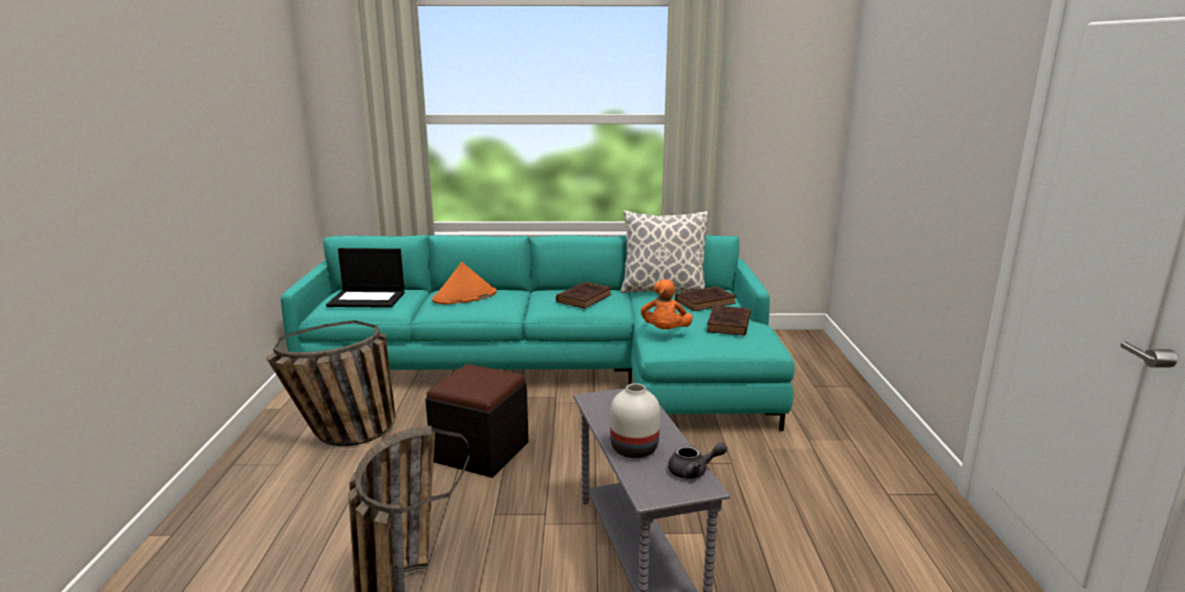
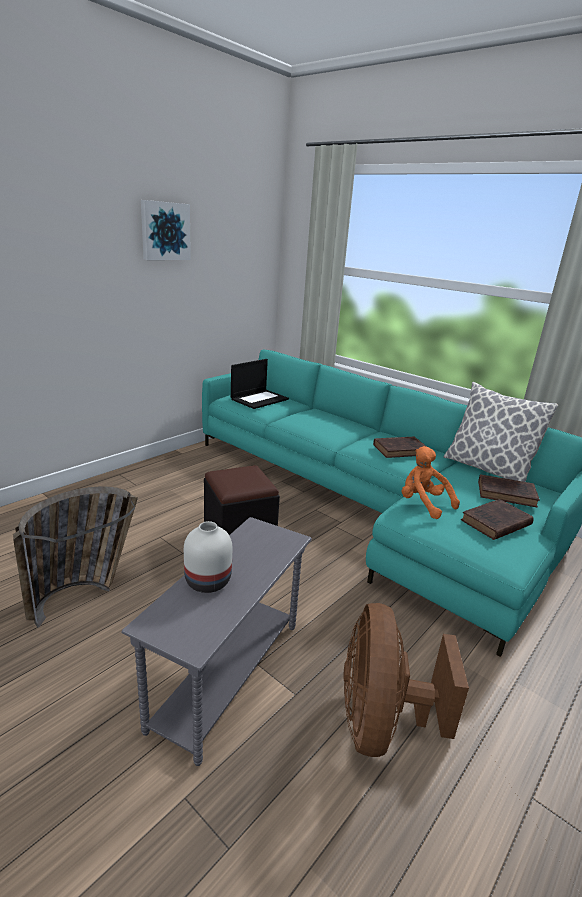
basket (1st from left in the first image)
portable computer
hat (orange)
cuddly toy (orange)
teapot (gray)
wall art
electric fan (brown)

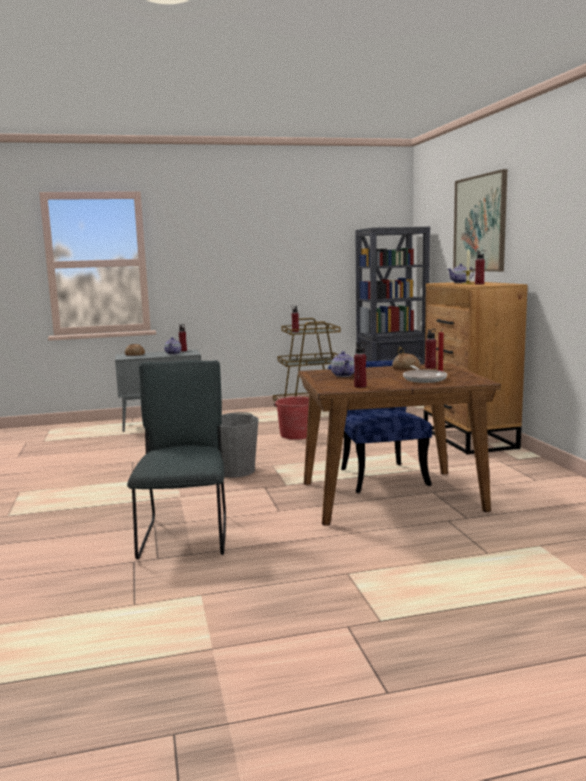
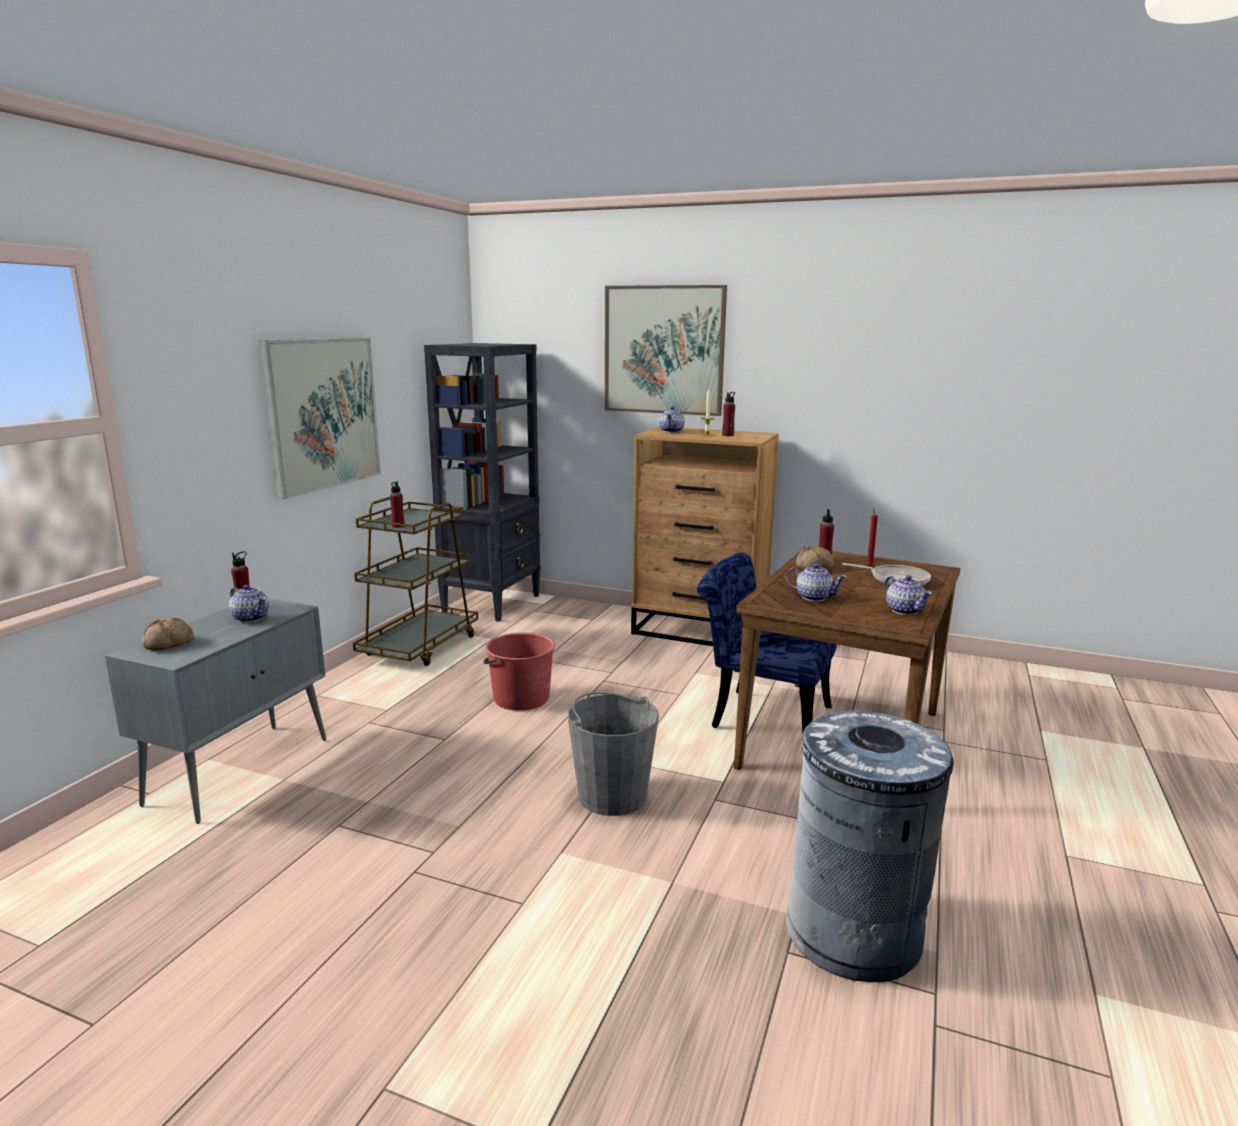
waste bin (gray)
teapot (4th from left)
wall art (1st from left)

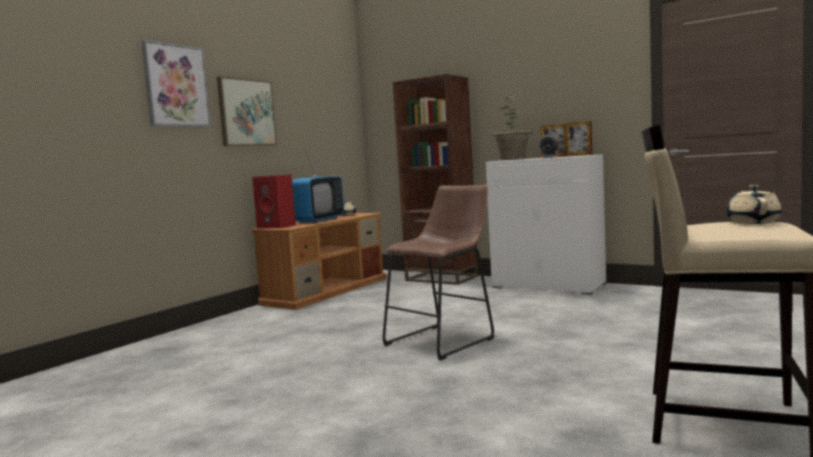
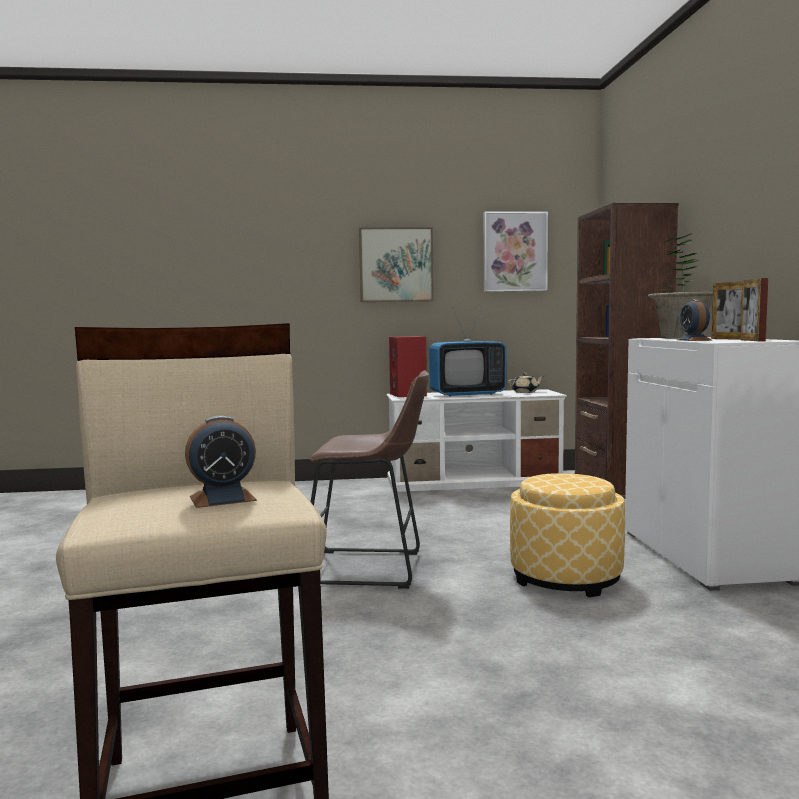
wall art (2nd from left)
media console (white-coloured)
alarm clock (1st from left)
footrest

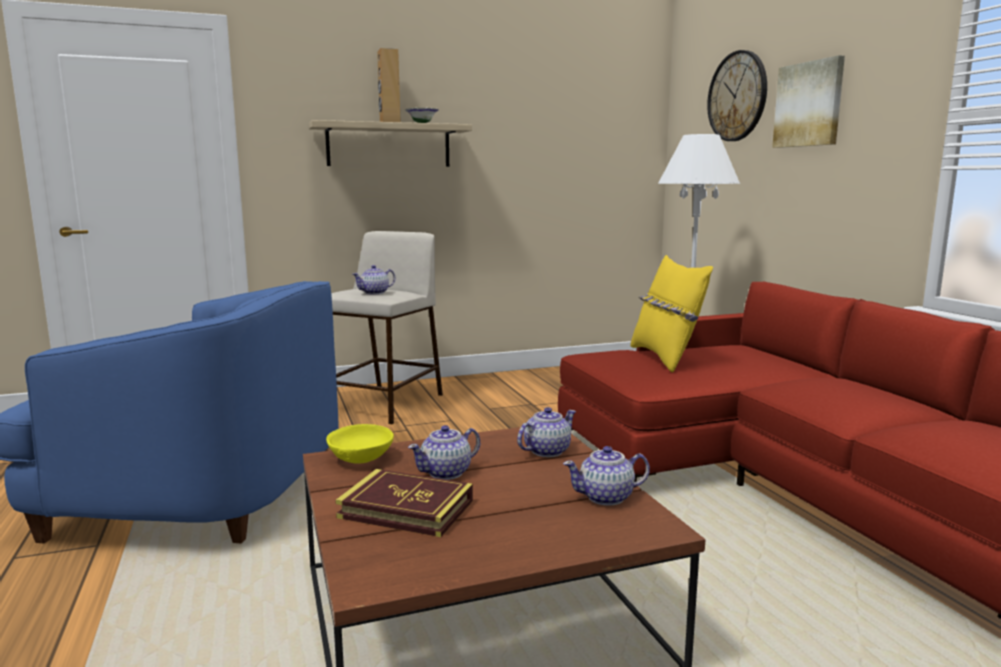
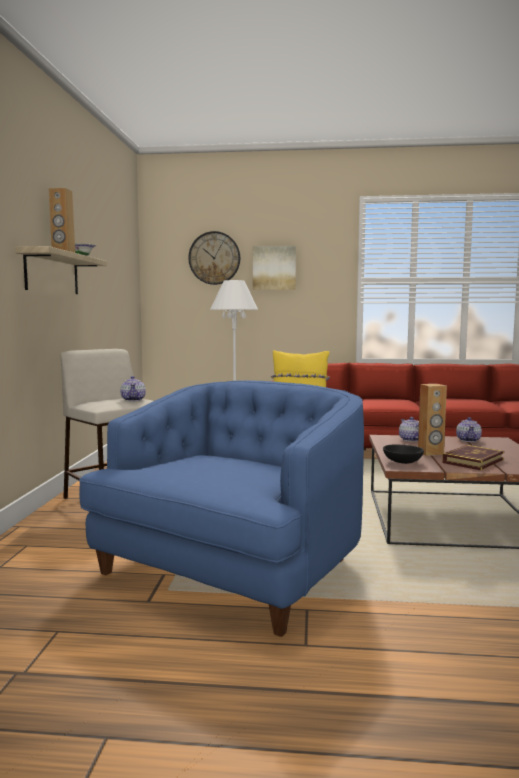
bowl (blackish)
speaker (brown) (2nd from left)

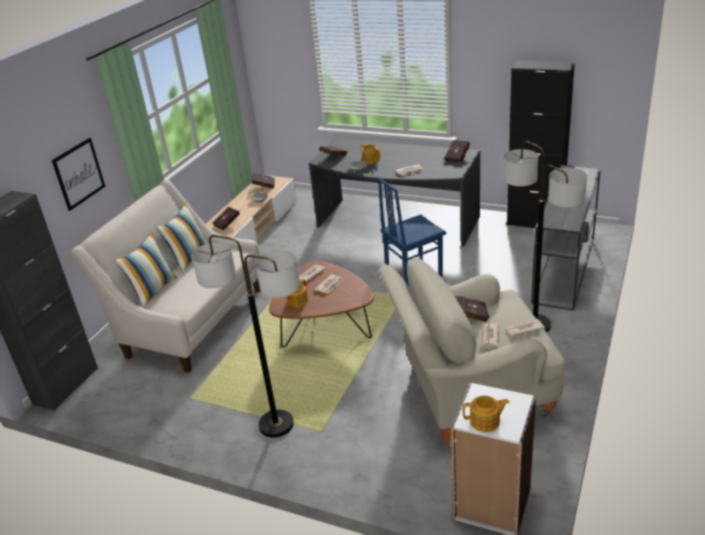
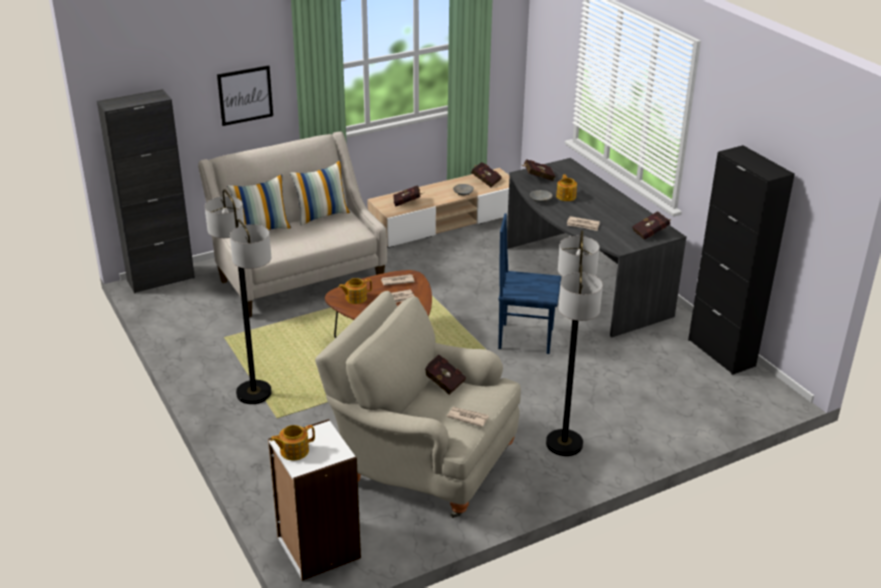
teapot (1st from left)
daily paper (4th from left in the first image)
hall table (gray)

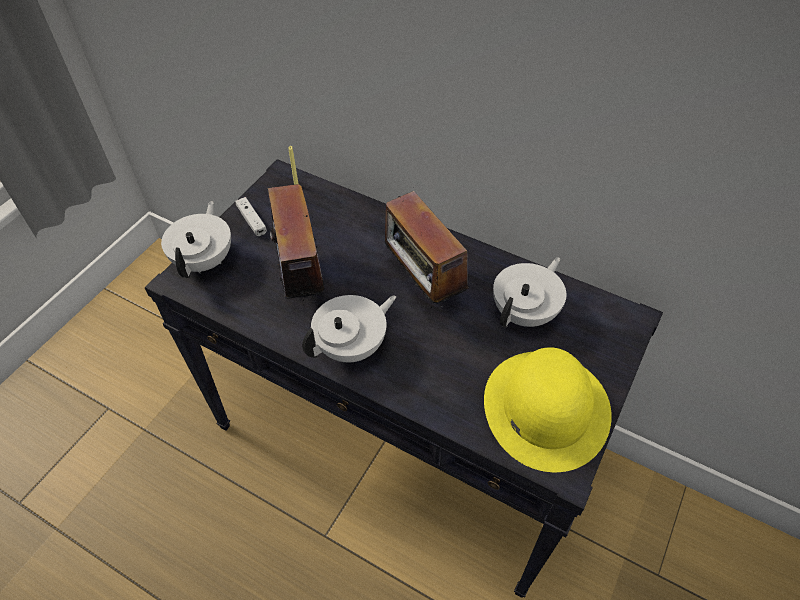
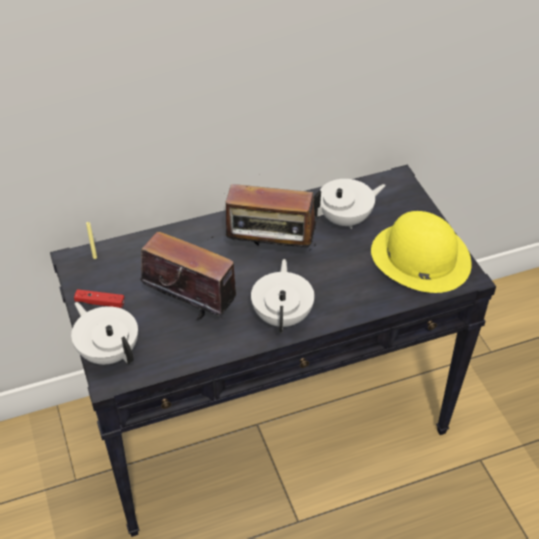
gamepad (red)
teapot (white-coloured) (3rd from left)

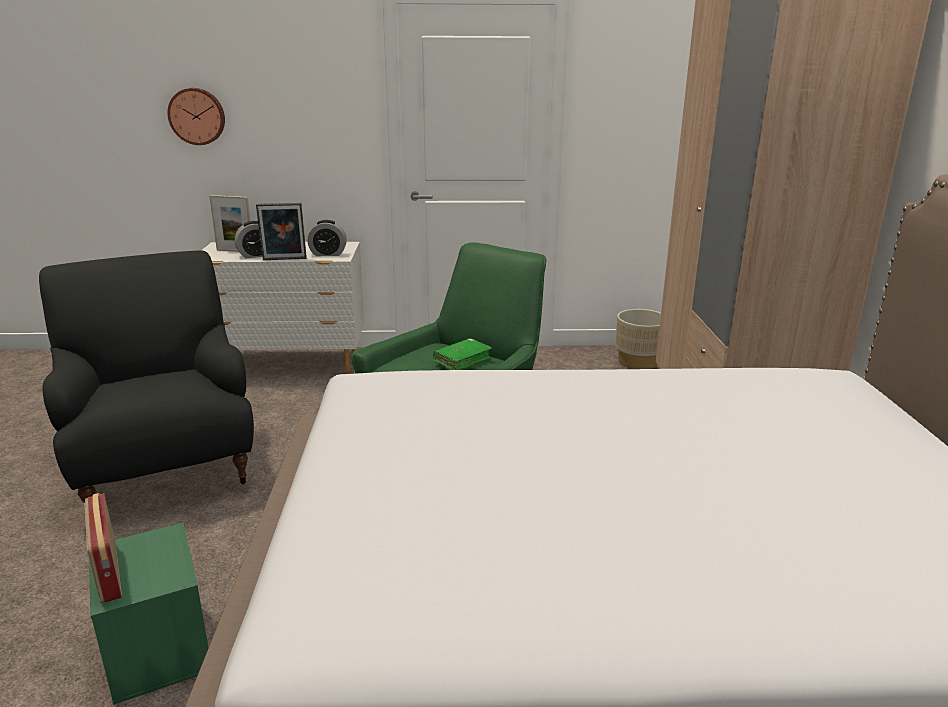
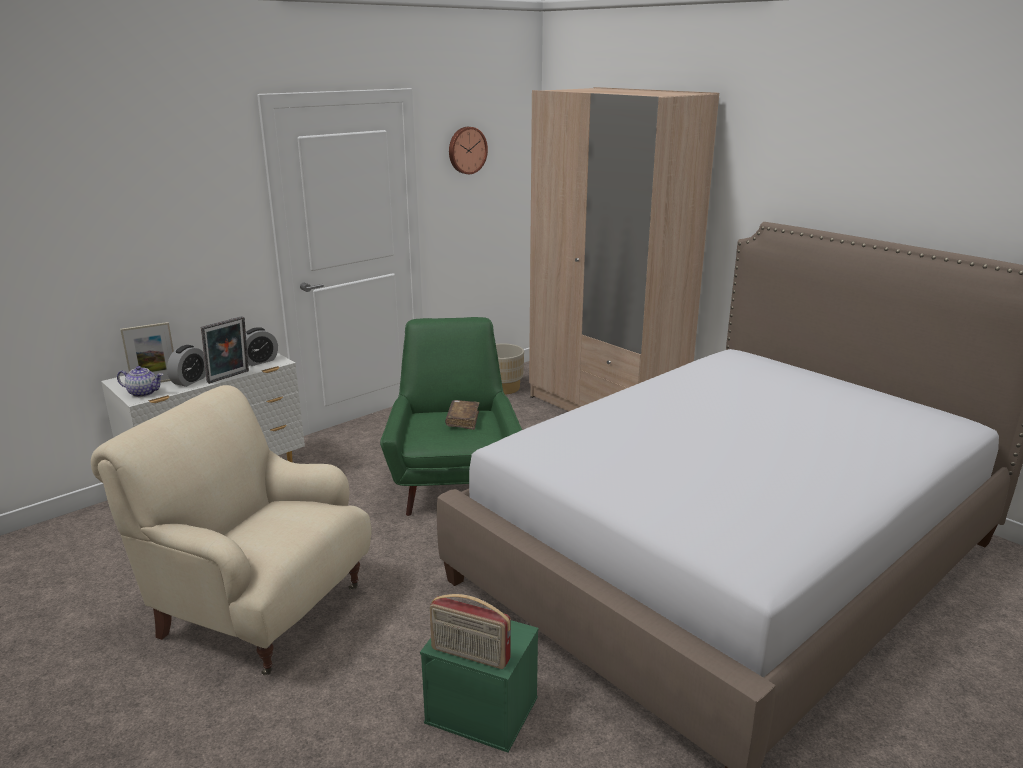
armchair (beige)
hanging clock
volume (brown)
teapot

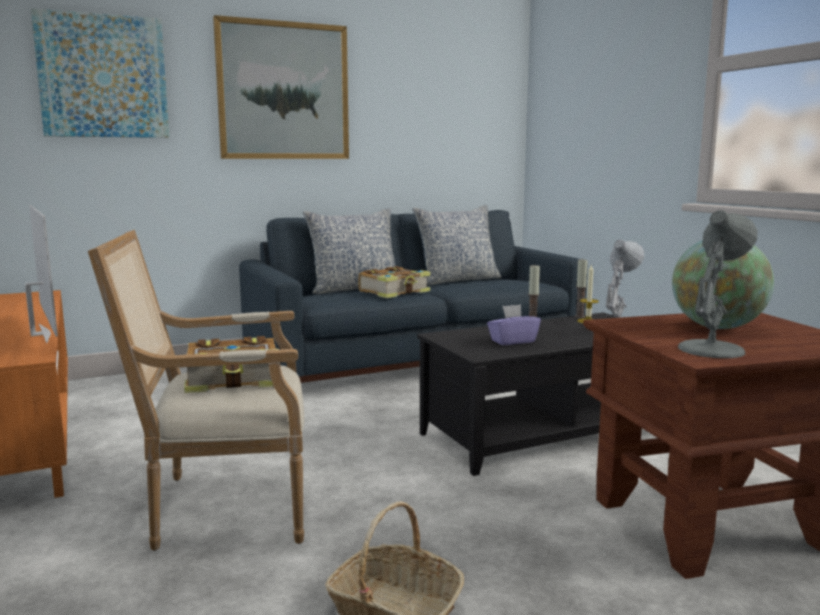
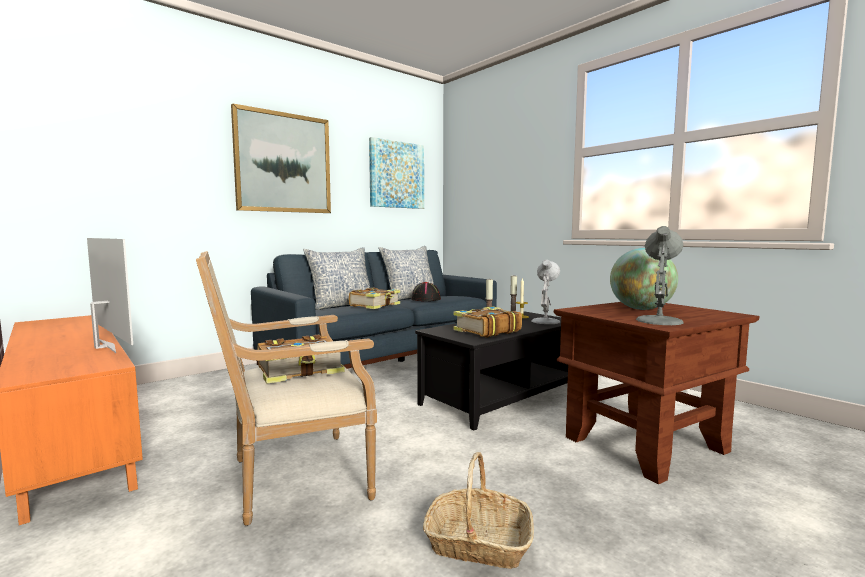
wall art (2nd from left)
volume (3rd from left)
hat (blackish)

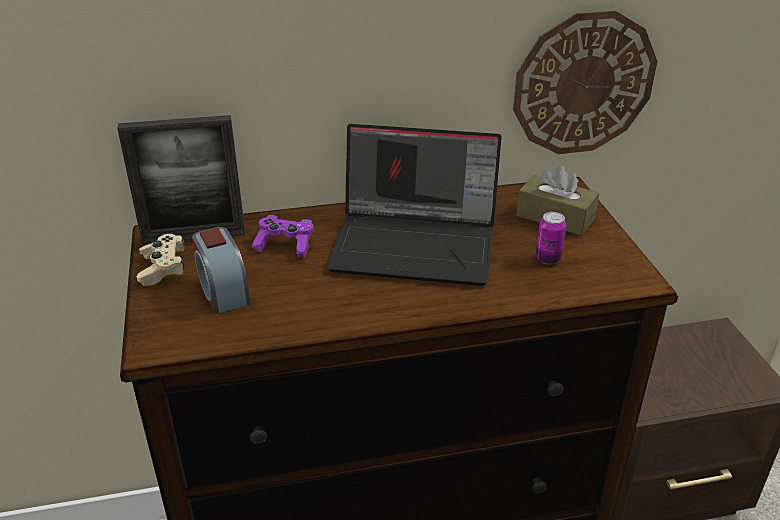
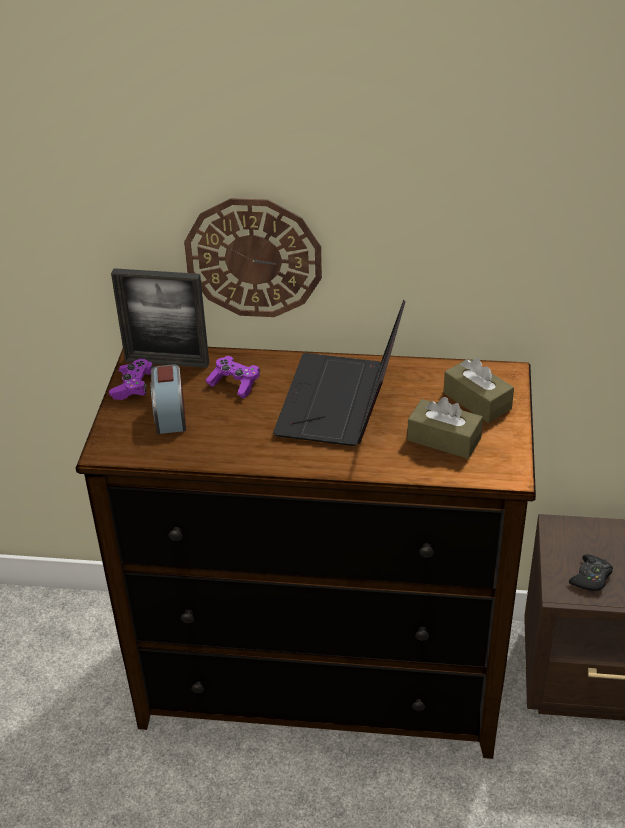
gamepad (purple) (1st from left)
portable computer
hanging clock
tissue box (brown) (1st from left)
gamepad (blackish)

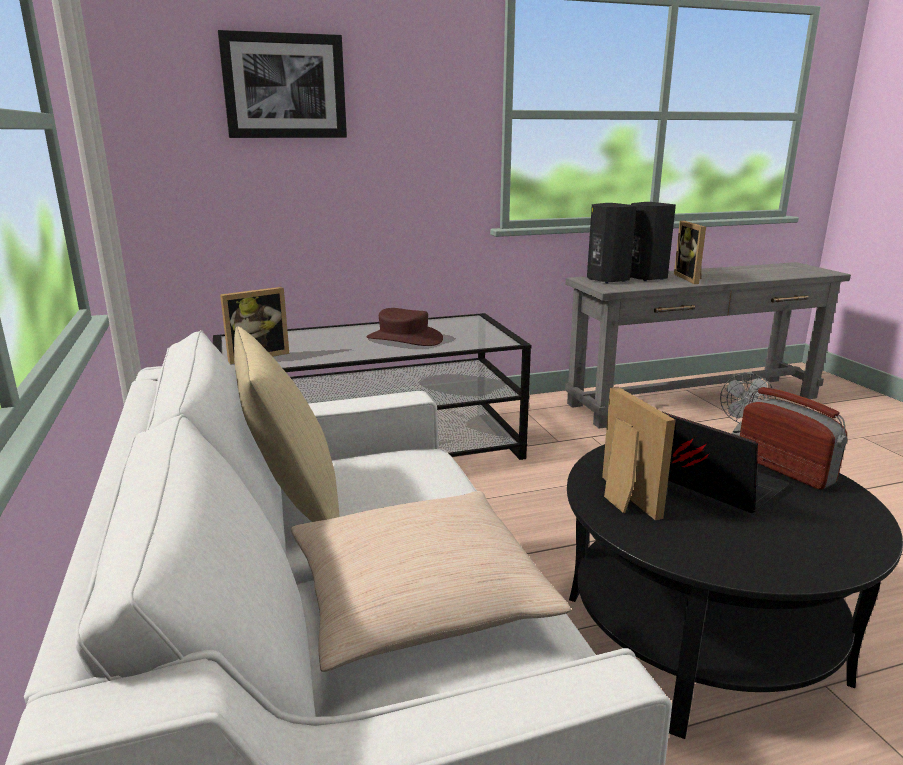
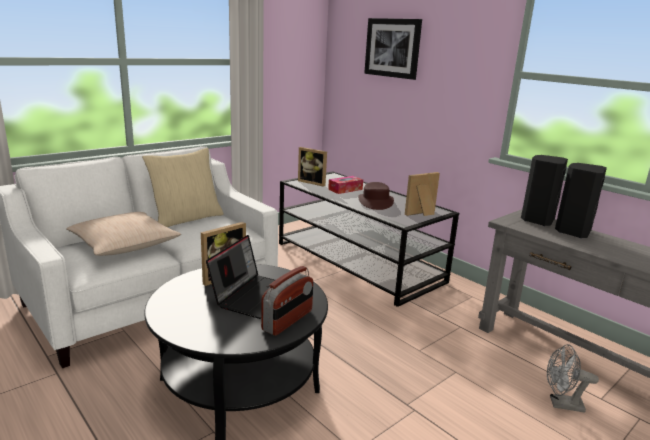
standing frame (3rd from left)
tissue box

